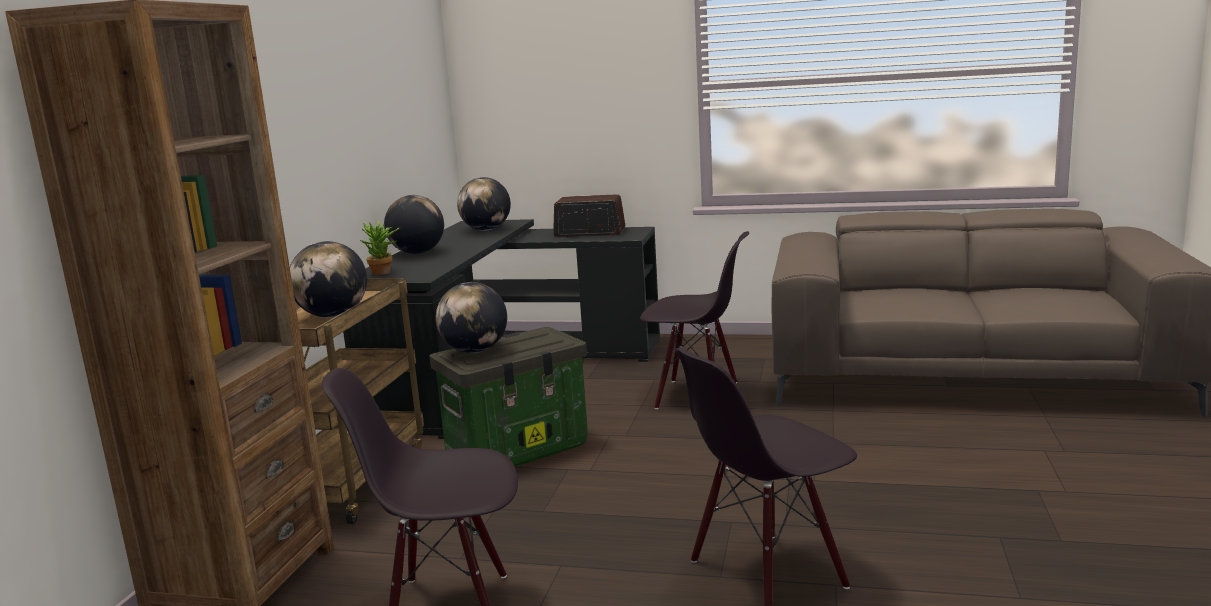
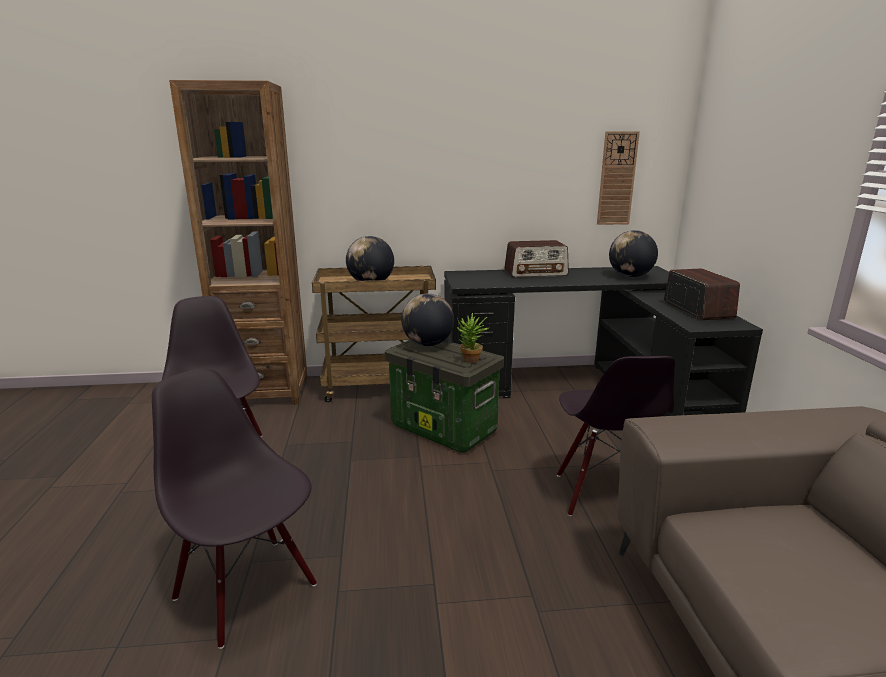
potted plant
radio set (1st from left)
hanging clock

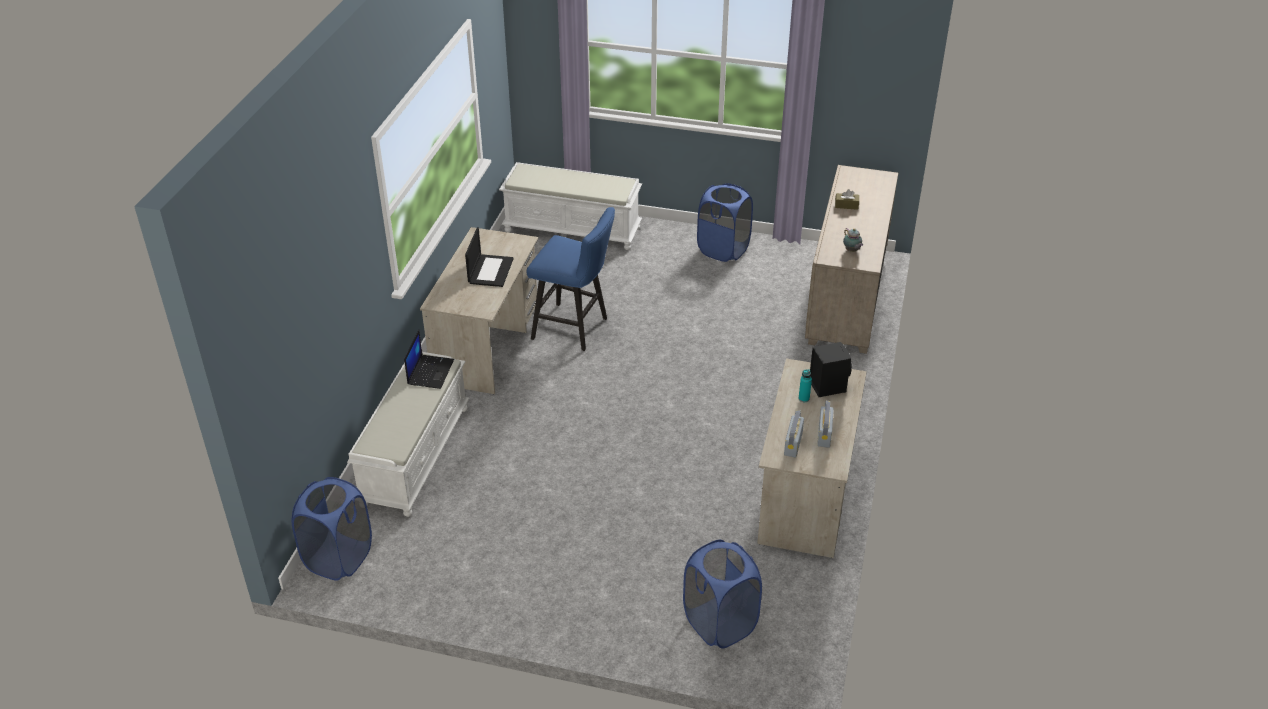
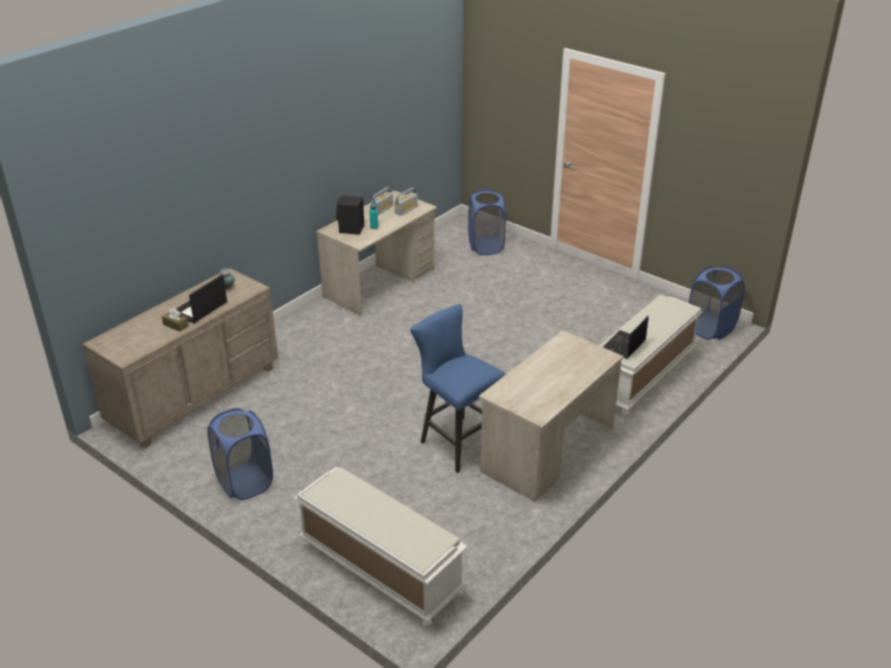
portable computer (1st from left)

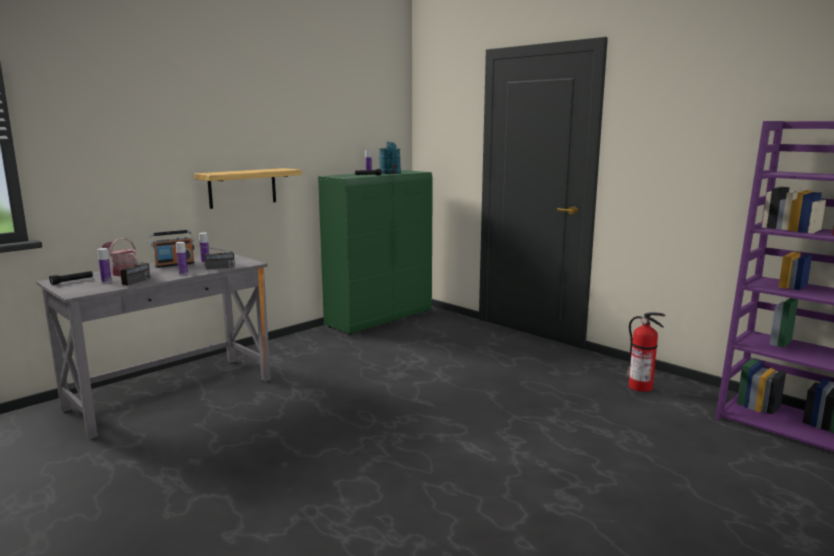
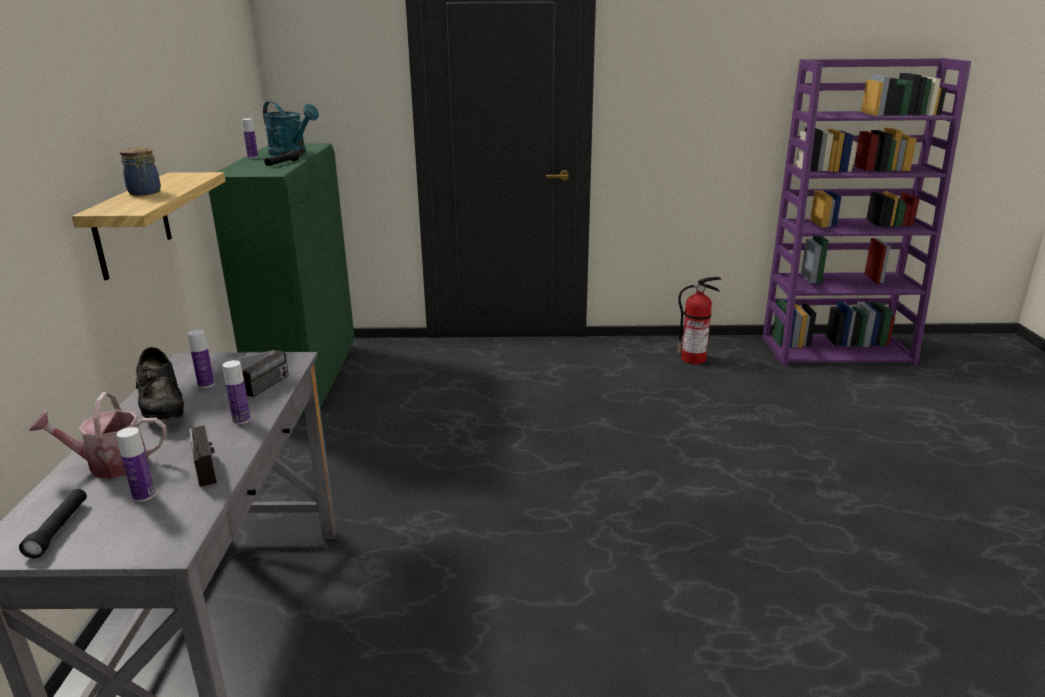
low shoe (blackish)
preserve jar

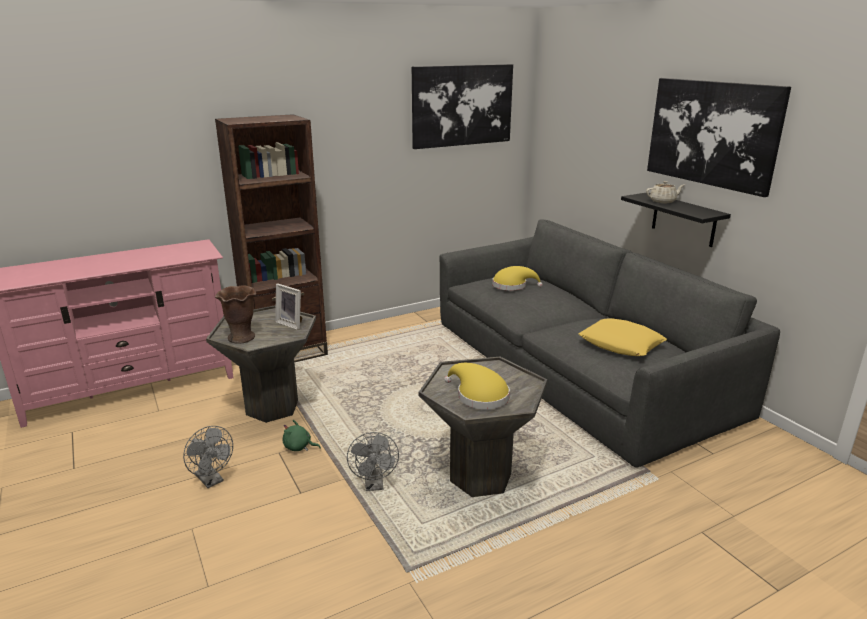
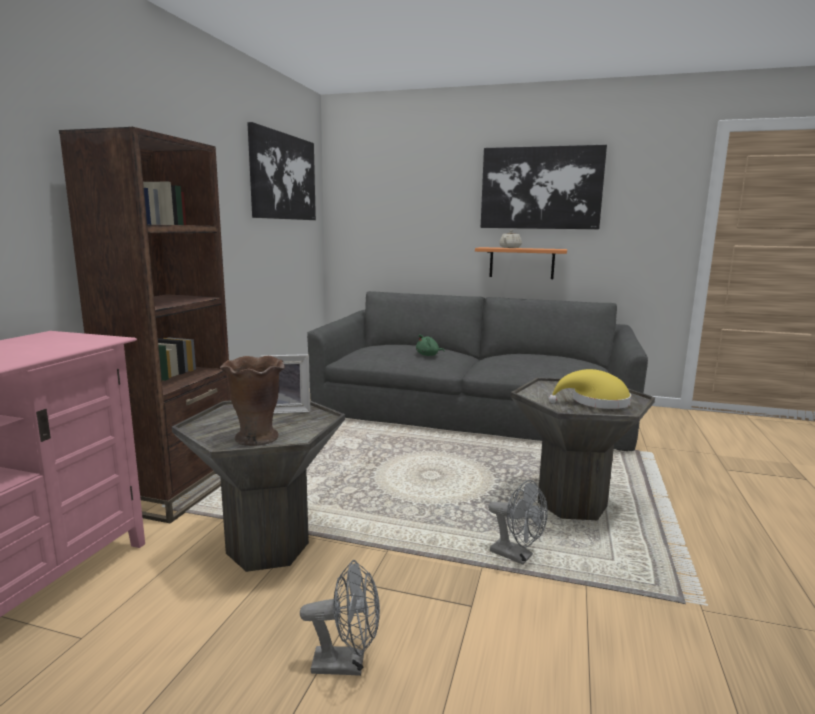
cuddly toy (greenish)
hat (yellow) (2nd from left in the first image)
pillow (yellow)
shelf (orange)

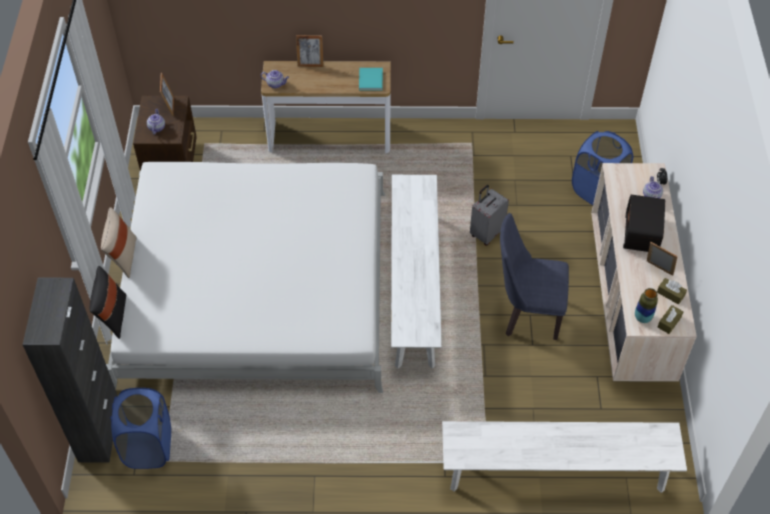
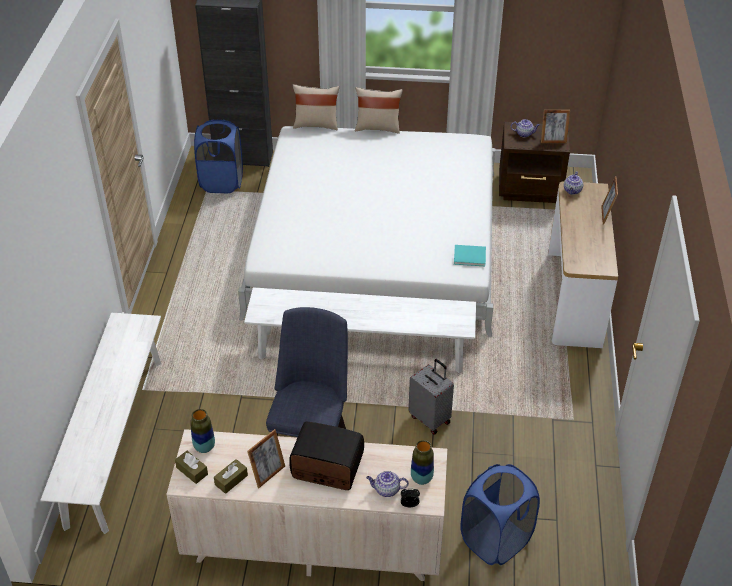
pillow (beige) (1st from left)
volume (turquoise)
decorative vase (2nd from left)

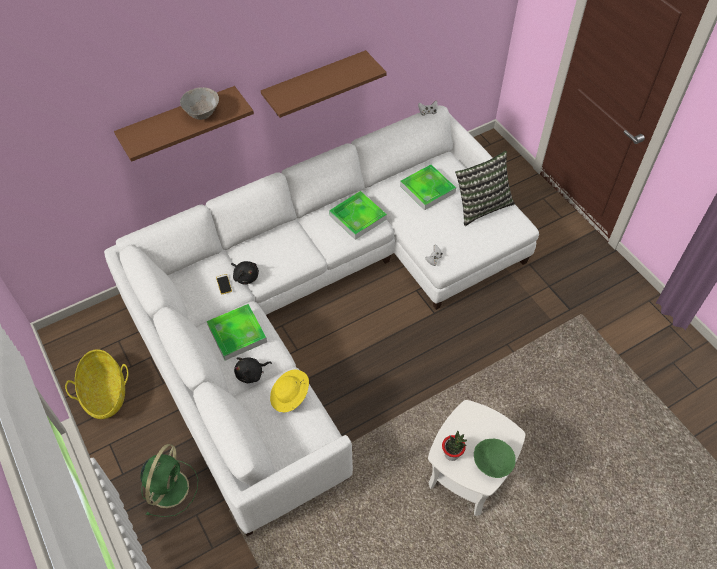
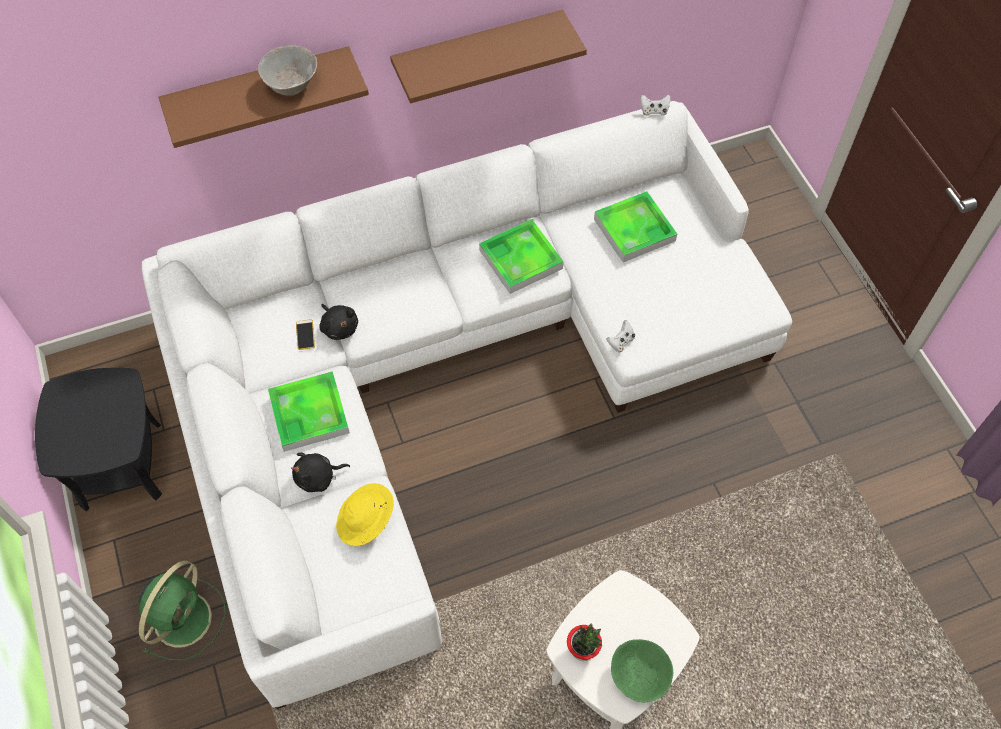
end table (blackish)
pillow

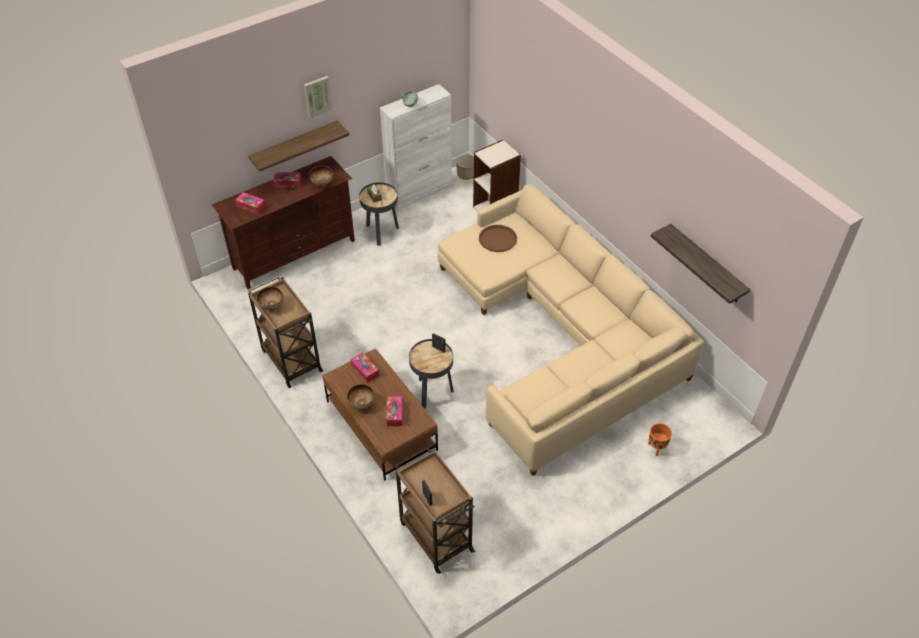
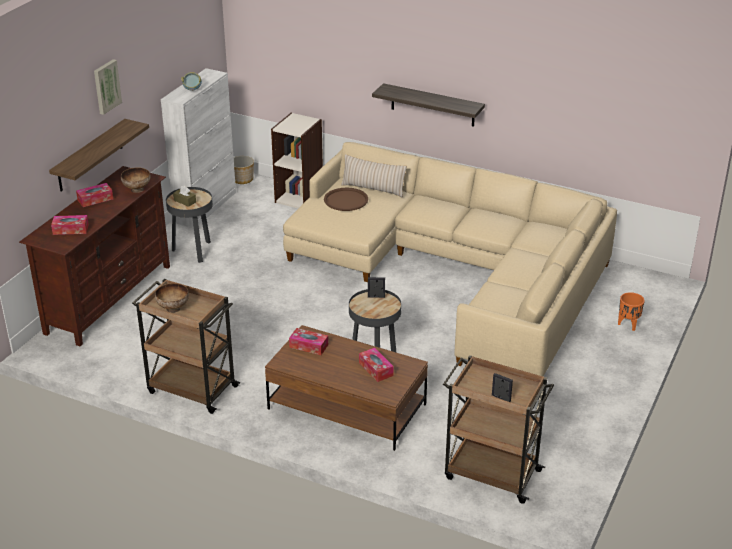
bowl (3rd from left in the first image)
shelf (2nd from left)
pillow (beige)

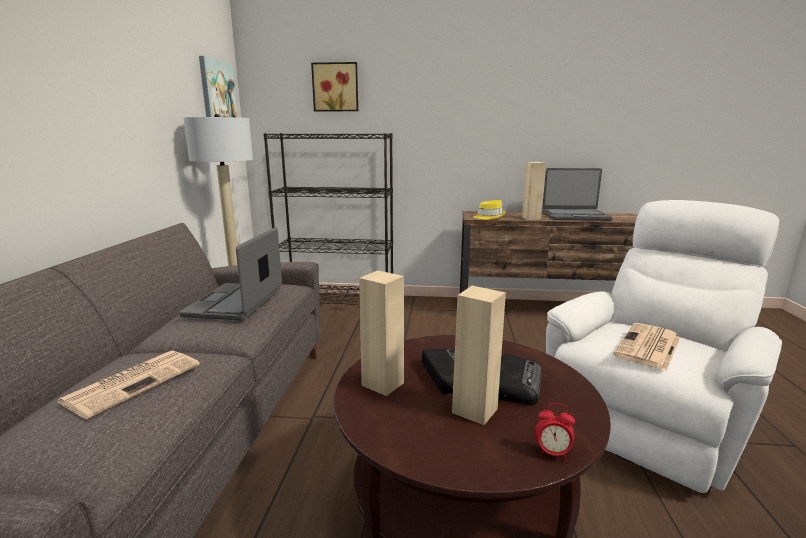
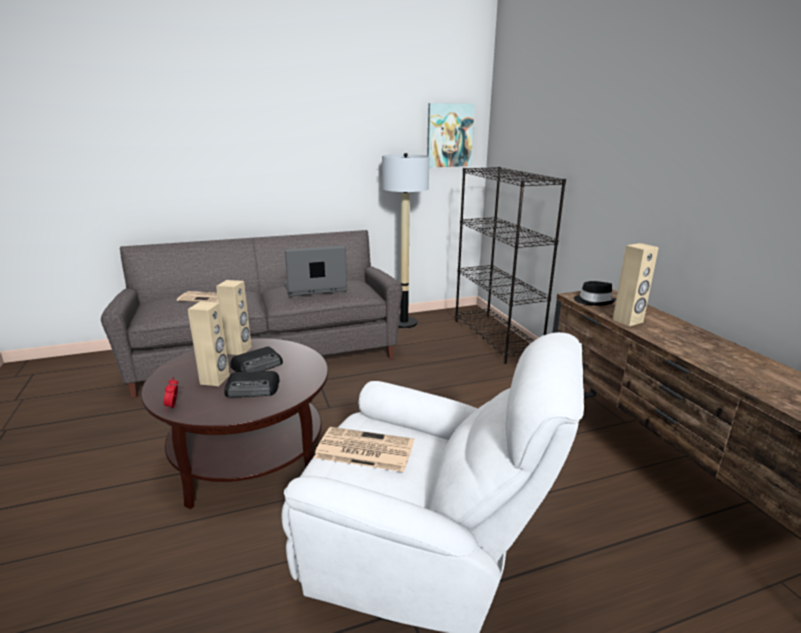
wall art (2nd from left in the first image)
hat (blackish)
portable computer (2nd from left in the first image)

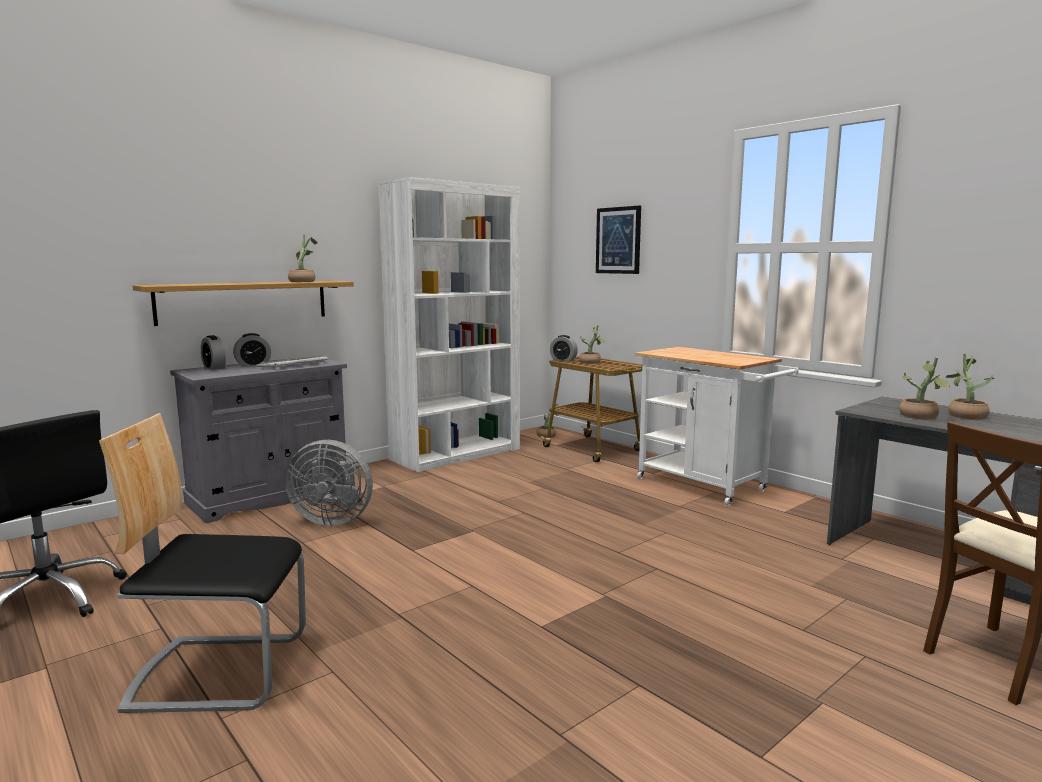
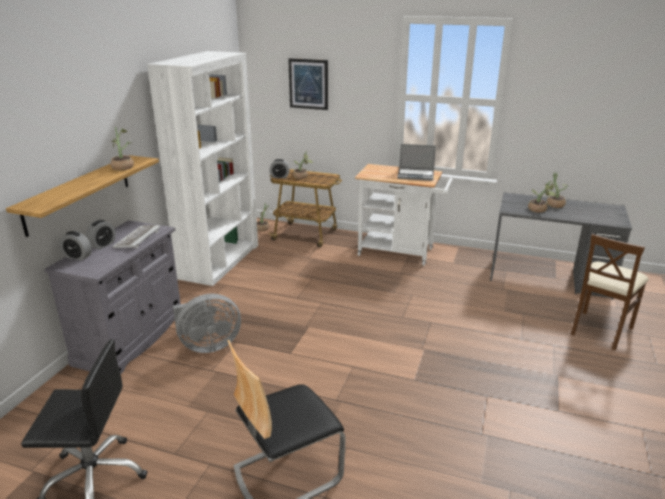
portable computer

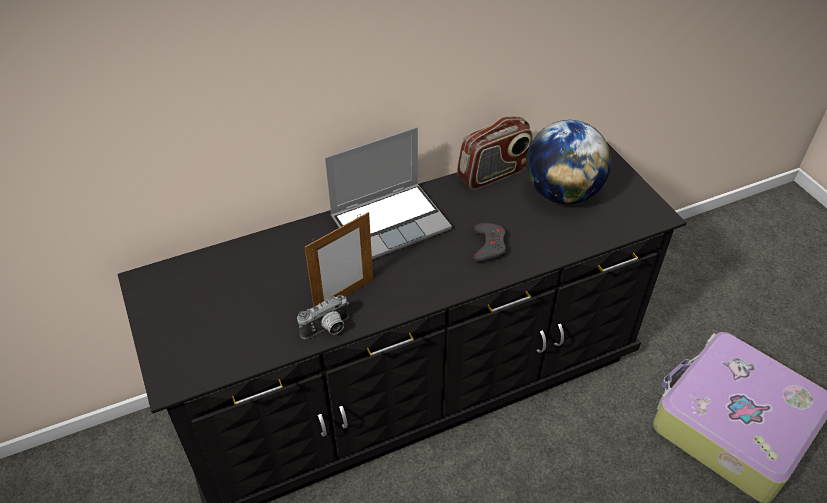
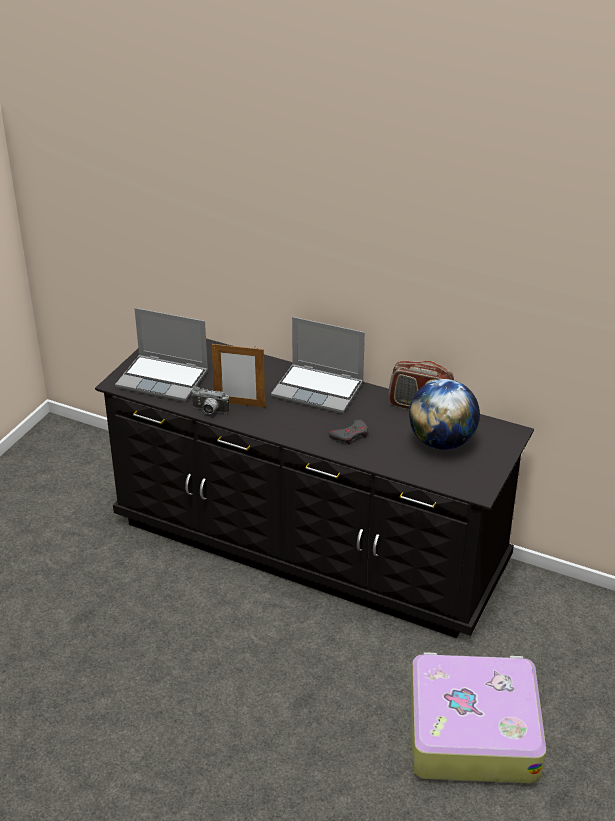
portable computer (1st from left)

